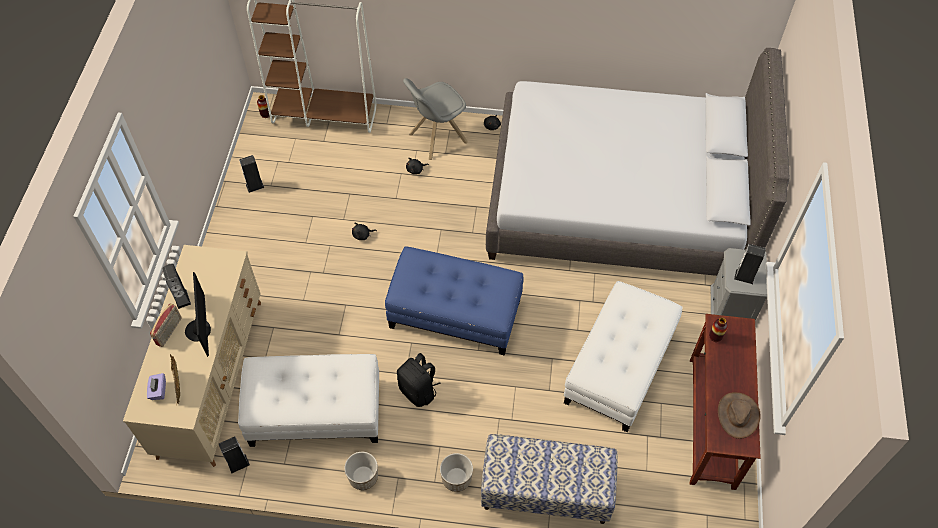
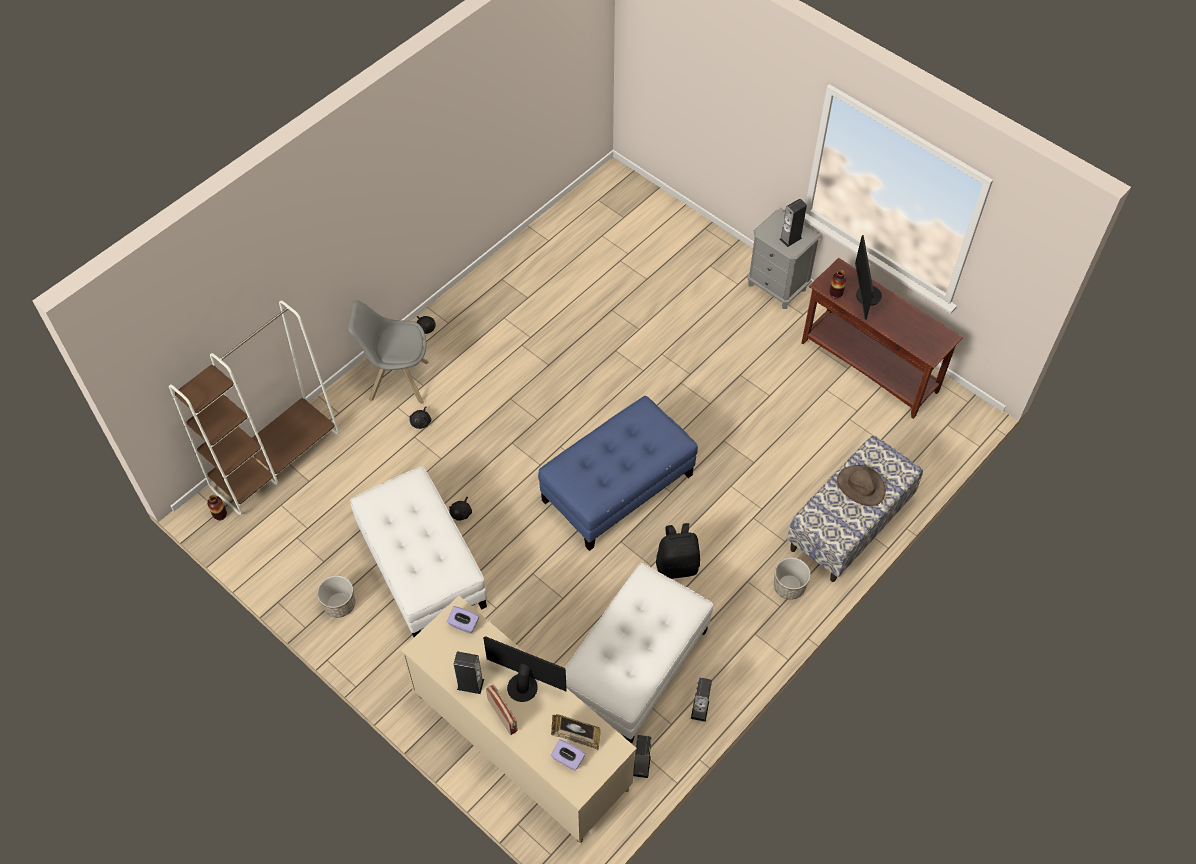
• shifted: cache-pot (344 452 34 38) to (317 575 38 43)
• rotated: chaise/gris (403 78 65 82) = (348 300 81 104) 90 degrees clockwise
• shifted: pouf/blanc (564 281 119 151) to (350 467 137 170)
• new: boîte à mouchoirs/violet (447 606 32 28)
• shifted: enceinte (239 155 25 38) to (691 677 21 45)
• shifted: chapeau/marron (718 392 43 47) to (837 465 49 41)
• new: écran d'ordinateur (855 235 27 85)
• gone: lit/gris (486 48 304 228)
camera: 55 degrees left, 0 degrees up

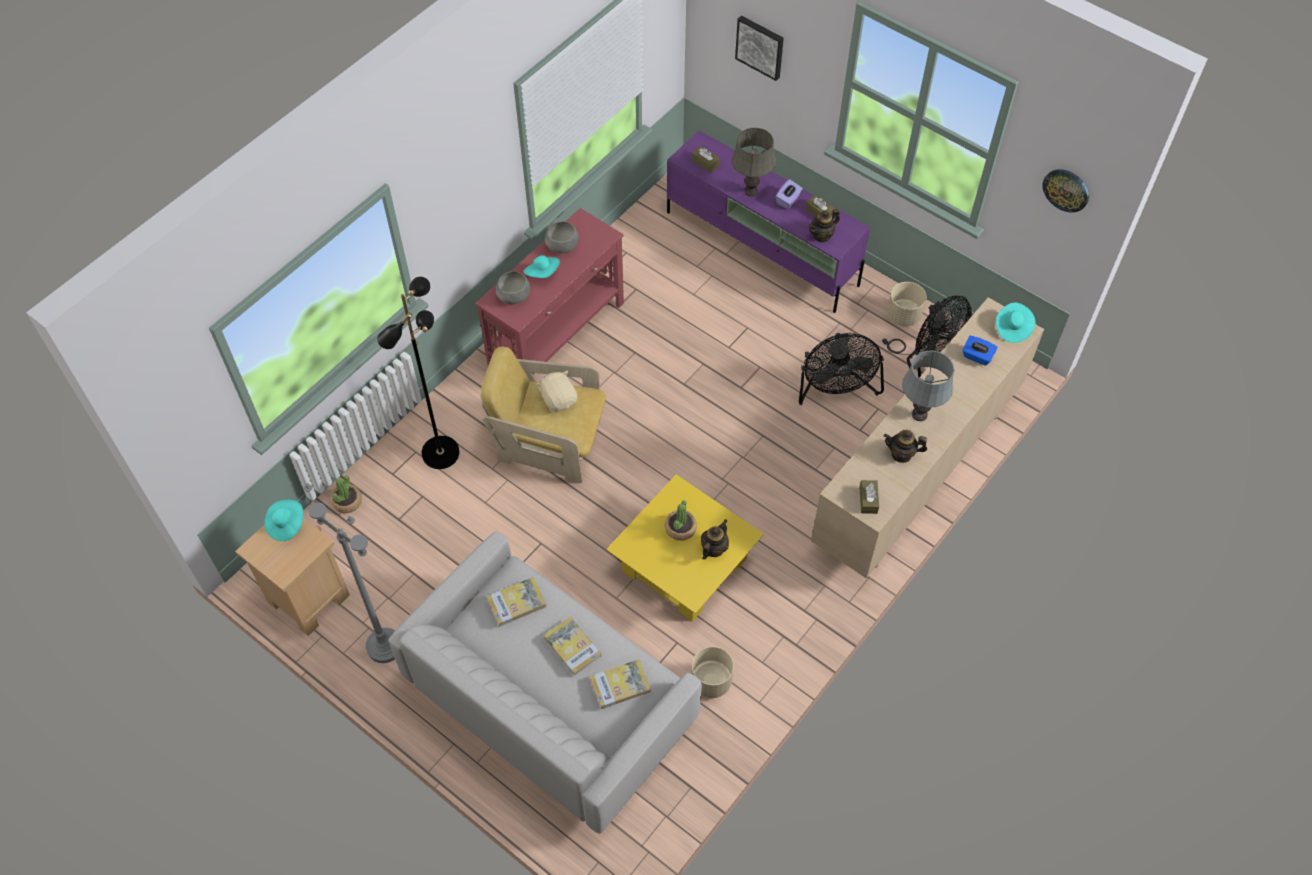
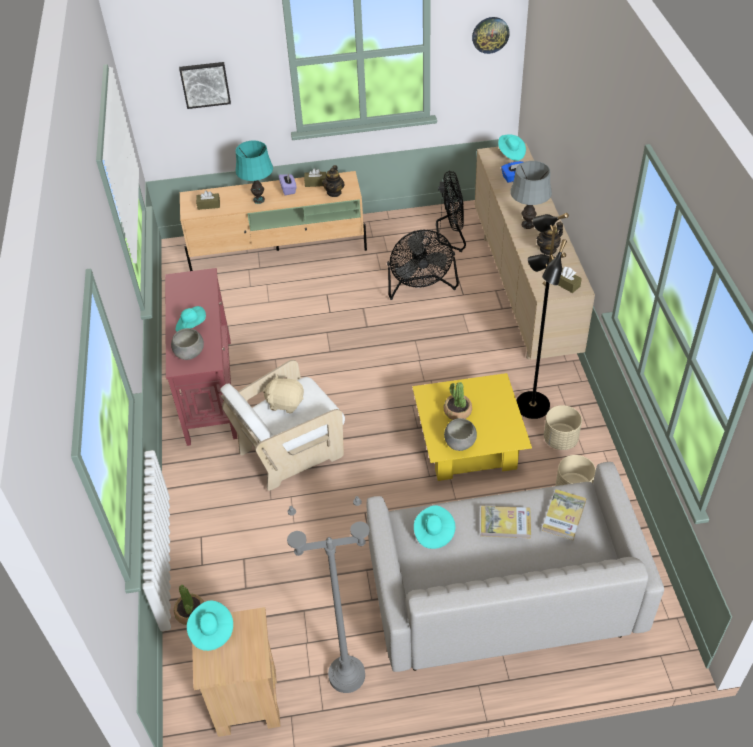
• repainted: meuble télé/violet (667 130 203 183) to meuble télé/beige (180 171 187 100)
• repainted: fauteuil/jaune (481 347 125 136) to fauteuil/blanc (220 360 125 131)
• repainted: lampe de table/gris (732 128 44 69) to lampe de table/turquoise (235 141 38 63)
• rotated: ventilateur/noir (799 333 85 72) = (387 230 72 70) 45 degrees clockwise
• swapped: livre (487 577 60 49) to chapeau/turquoise (414 505 41 44)
• shifted: bol/gris (545 221 34 32) to (444 418 33 33)
• shifted: lampadaire/noir (377 277 83 192) to (516 213 53 206)
• shifted: cache-pot/beige (887 282 39 45) to (544 405 38 45)
• gone: théière (701 519 28 41)
camera: 45 degrees left, 10 degrees down

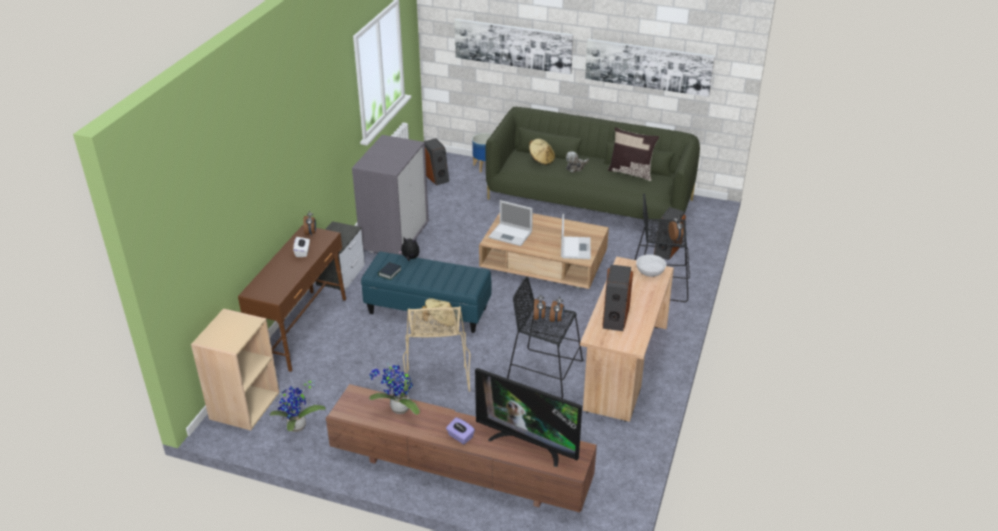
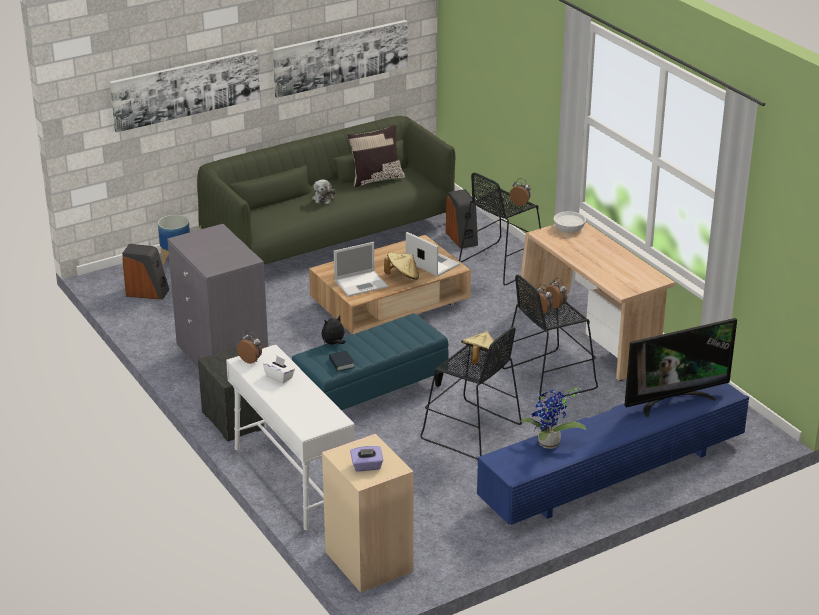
• repainted: table console/marron (238 225 108 147) to table console/blanc (226 345 129 186)
• shifted: boîte à mouchoirs/violet (446 417 29 27) to (350 446 33 26)
• shifted: chapeau/beige (529 139 26 26) to (384 252 35 28)
• repainted: tabouret/beige (403 306 68 86) to tabouret/noir (420 327 102 133)
• repainted: meuble télé/marron (326 384 271 128) to meuble télé/bleu (477 383 272 142)
• gone: plante en pot (269 380 57 52)
• gone: enceinte (602 265 31 66)
camera: 50 degrees left, 5 degrees down

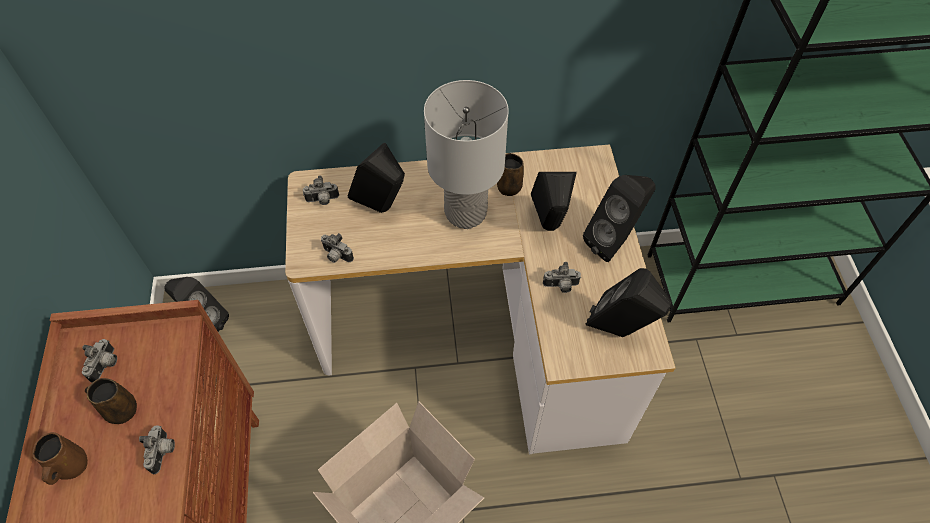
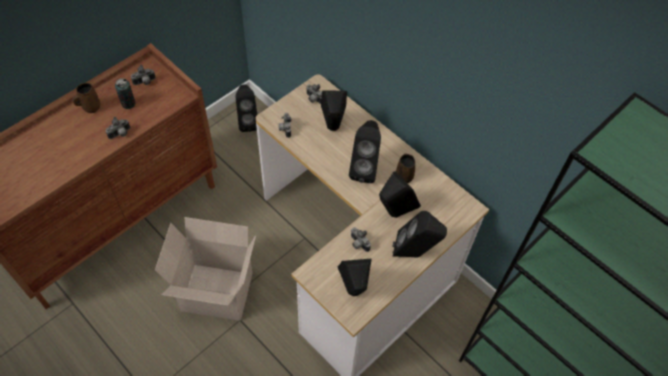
• swapped: mug/marron (85 378 52 46) to boîte métallique (115 78 21 31)
• swapped: lampe de table/gris (424 80 85 149) to enceinte/noir (349 120 32 63)
camera: 50 degrees right, 0 degrees up

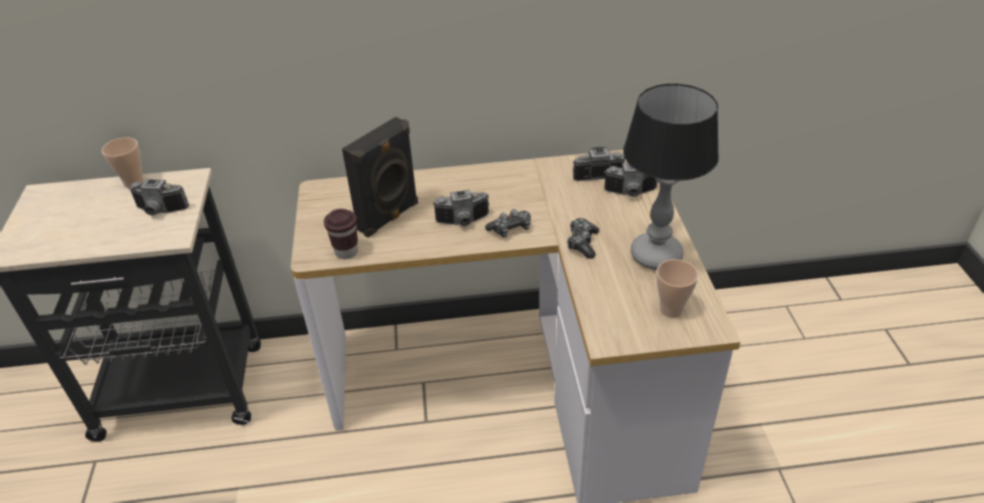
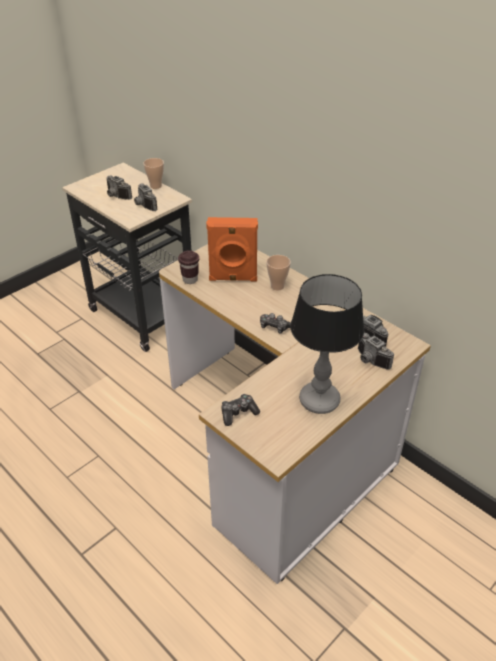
• shifted: appareil photo (433 190 56 36) to (107 176 25 24)
• repainted: enceinte/noir (342 117 76 121) to enceinte/orange (206 217 52 64)
• shifted: manette (567 218 32 41) to (222 394 38 32)
• shifted: tasse (656 259 43 59) to (266 255 25 36)
camera: 50 degrees right, 0 degrees up

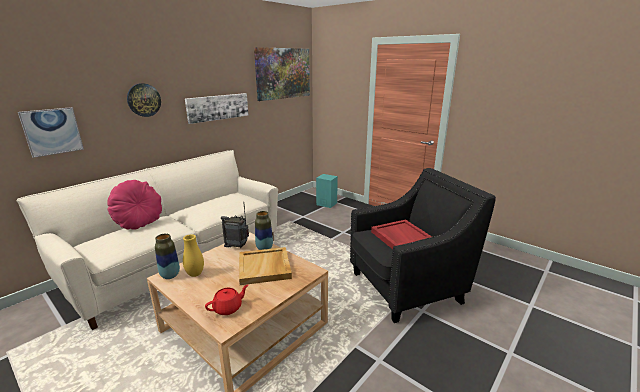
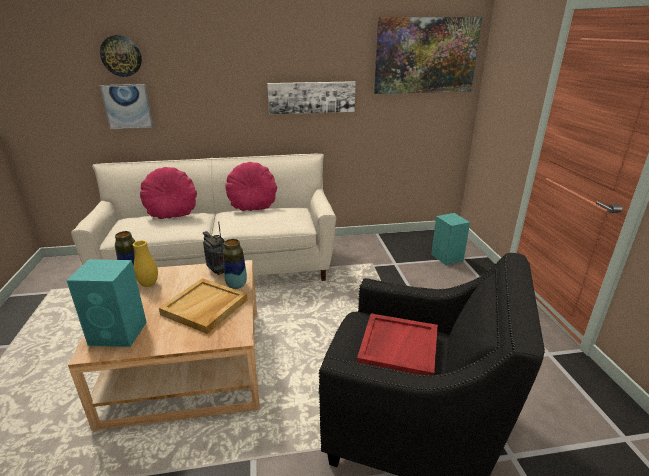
• swapped: théière/rouge (205 285 43 30) to enceinte/turquoise (66 259 81 88)
• shifted: horloge murale (127 83 34 34) to (100 35 42 42)
• new: coussin/rose (225 162 52 49)
camera: 40 degrees right, 5 degrees up

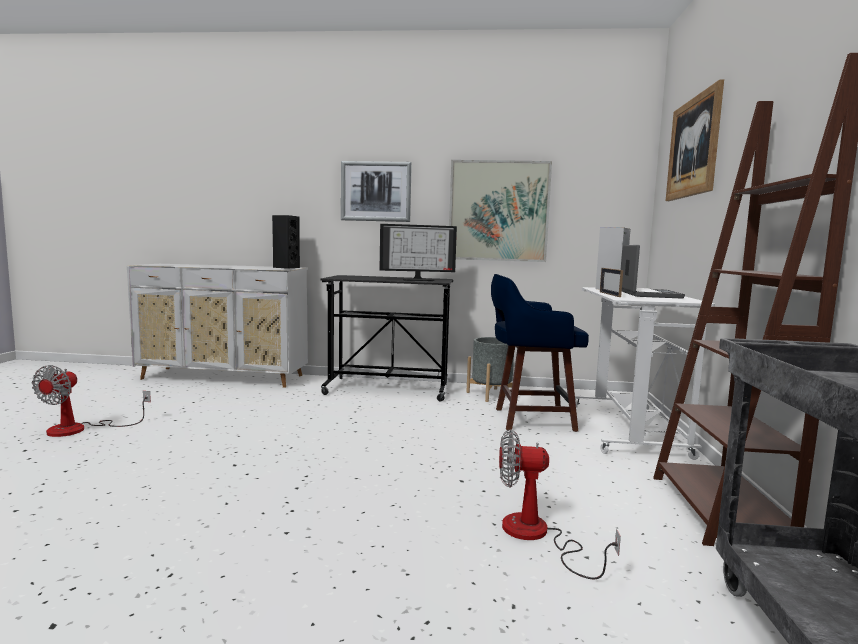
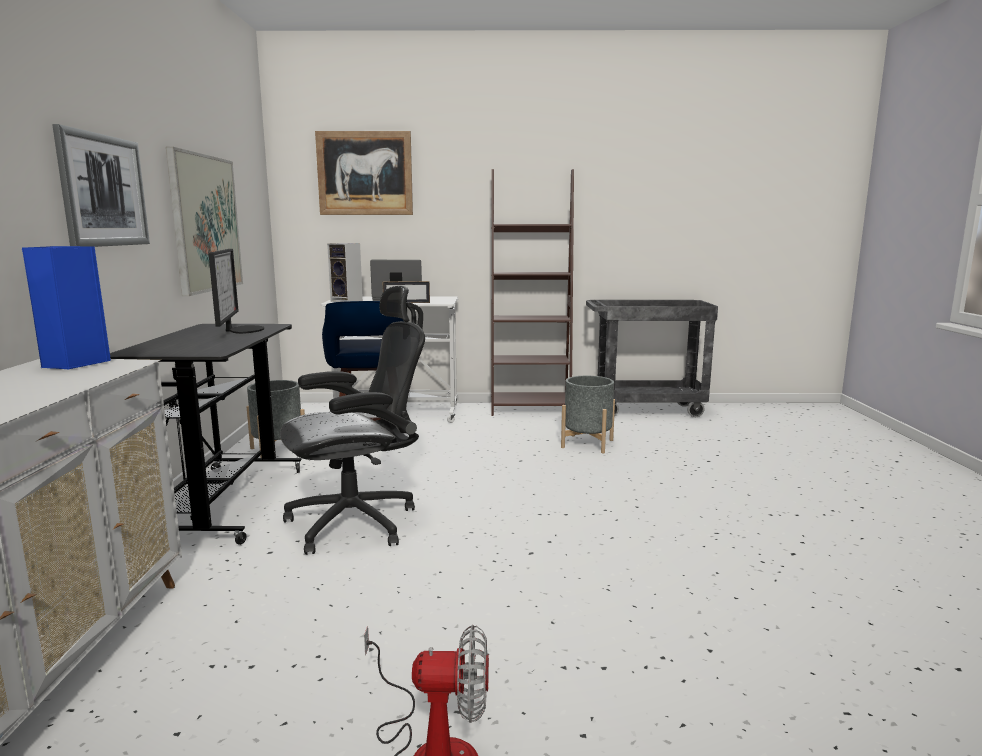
• repainted: enceinte/noir (272 215 28 54) to enceinte/bleu (22 246 89 123)
• new: chaise de bureau (280 286 145 269)
• swapped: ventilateur (499 429 122 150) to cache-pot/gris (561 376 54 77)
camera: 95 degrees left, 5 degrees up

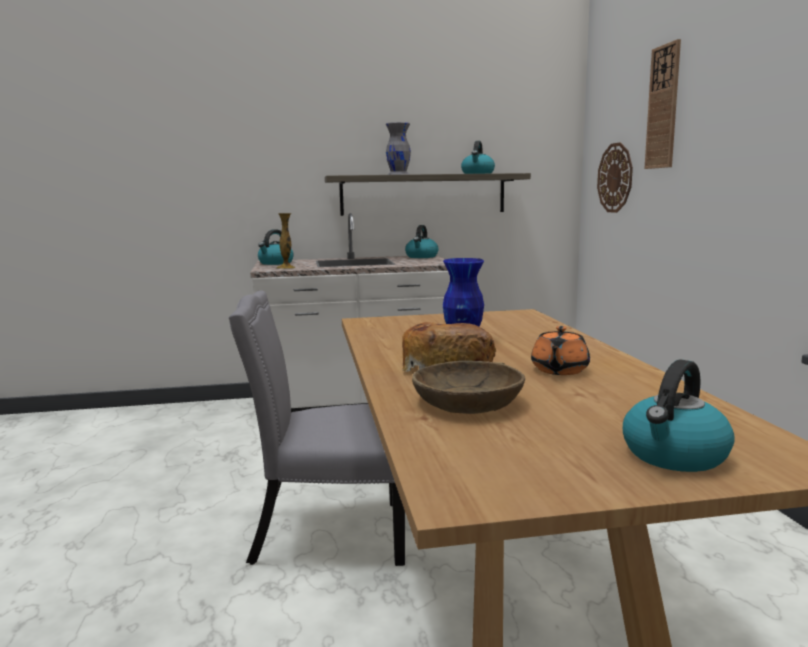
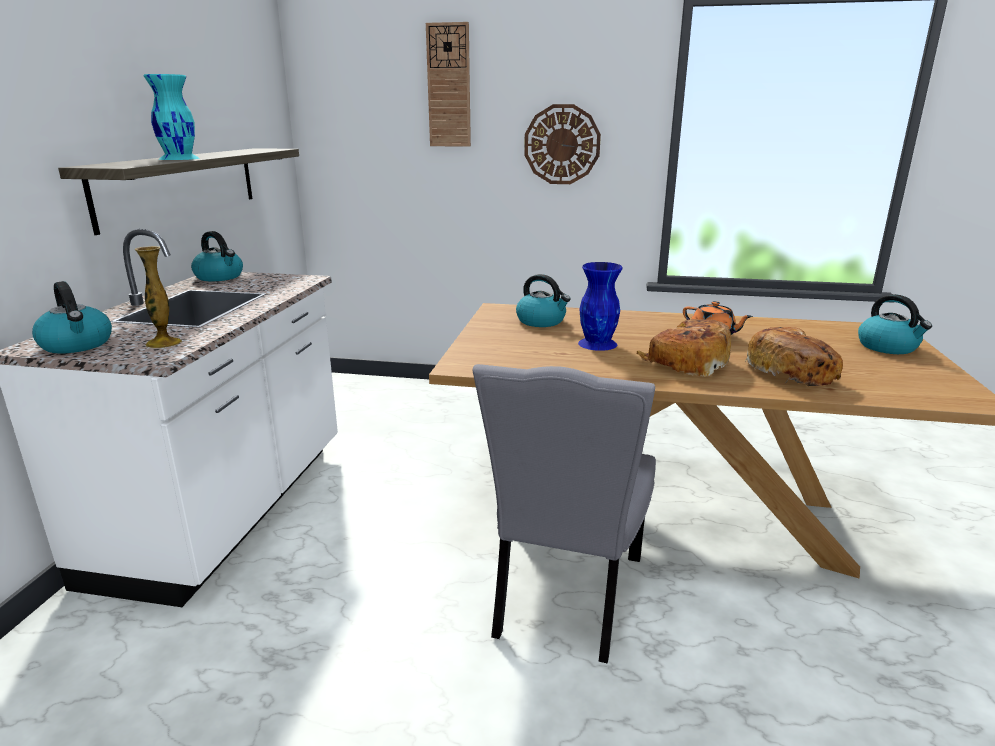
• repainted: vase/gris (386 122 25 53) to vase/turquoise (144 74 56 86)
• shifted: bouilloire (461 141 34 33) to (516 274 54 53)
• shifted: horloge murale (597 142 36 71) to (524 104 77 80)
• swapped: bol/marron (412 361 113 53) to pain (745 327 98 59)
camera: 70 degrees left, 10 degrees up

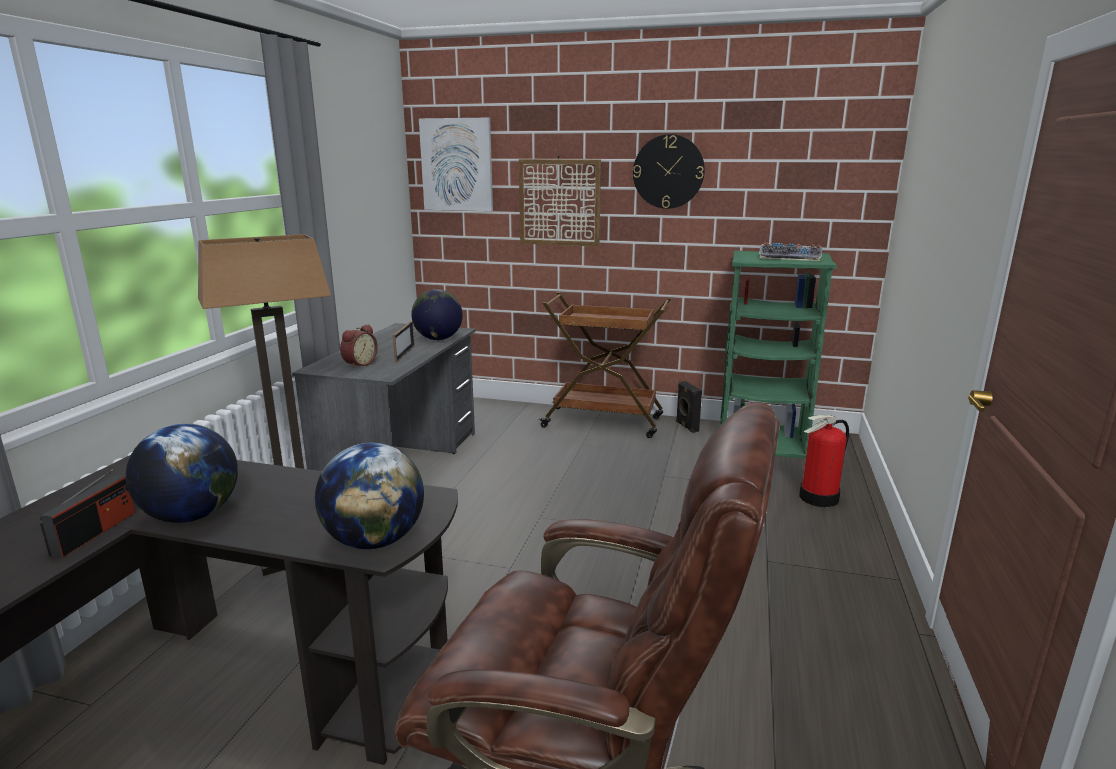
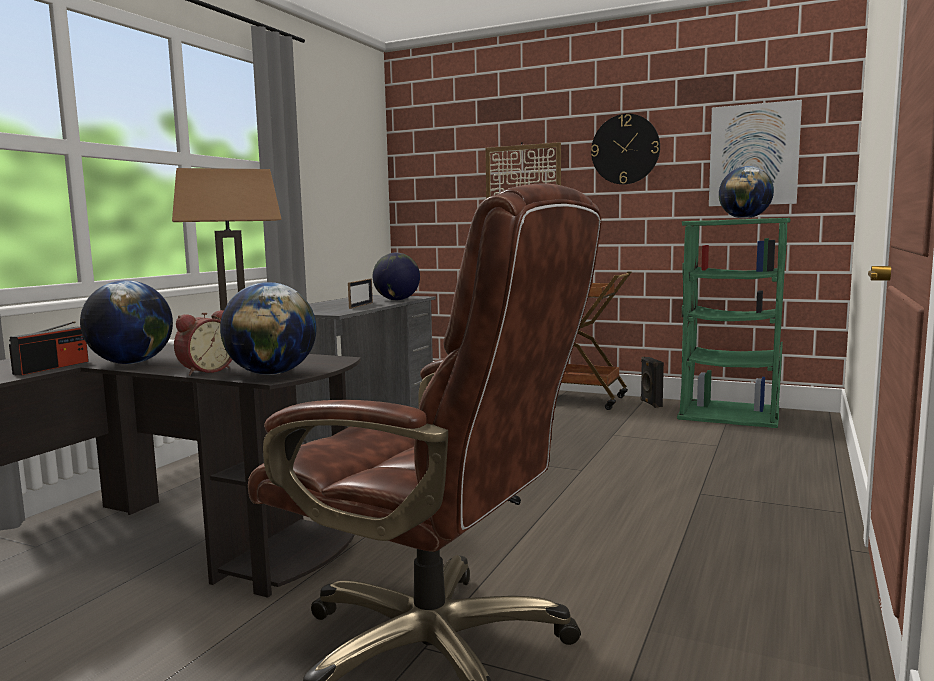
• shifted: réveil (340 324 38 45) to (174 310 59 65)
• shifted: tableau (419 118 74 93) to (709 100 93 106)
• swapped: clavier (759 242 63 19) to globe (719 166 55 53)
• gone: extincteur (799 415 50 92)
camera: 10 degrees right, 10 degrees down

